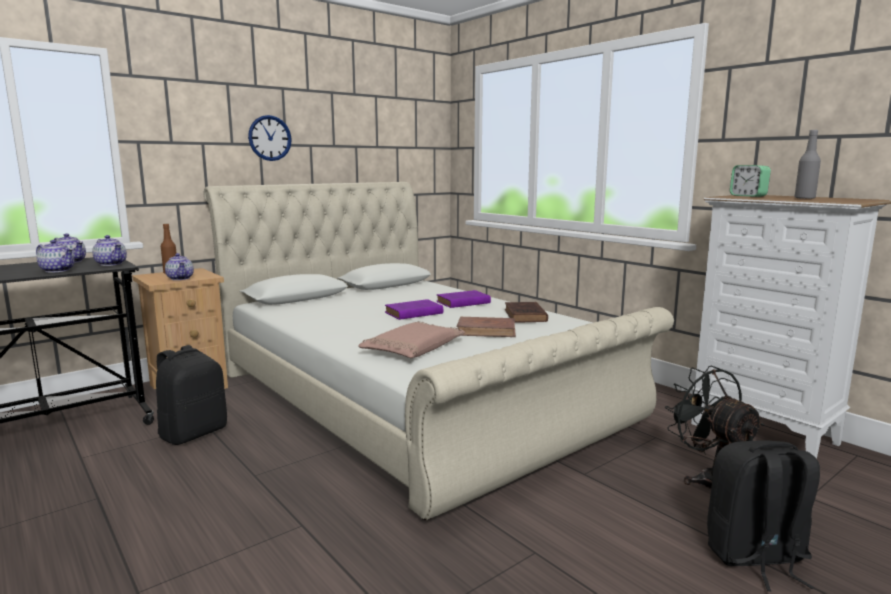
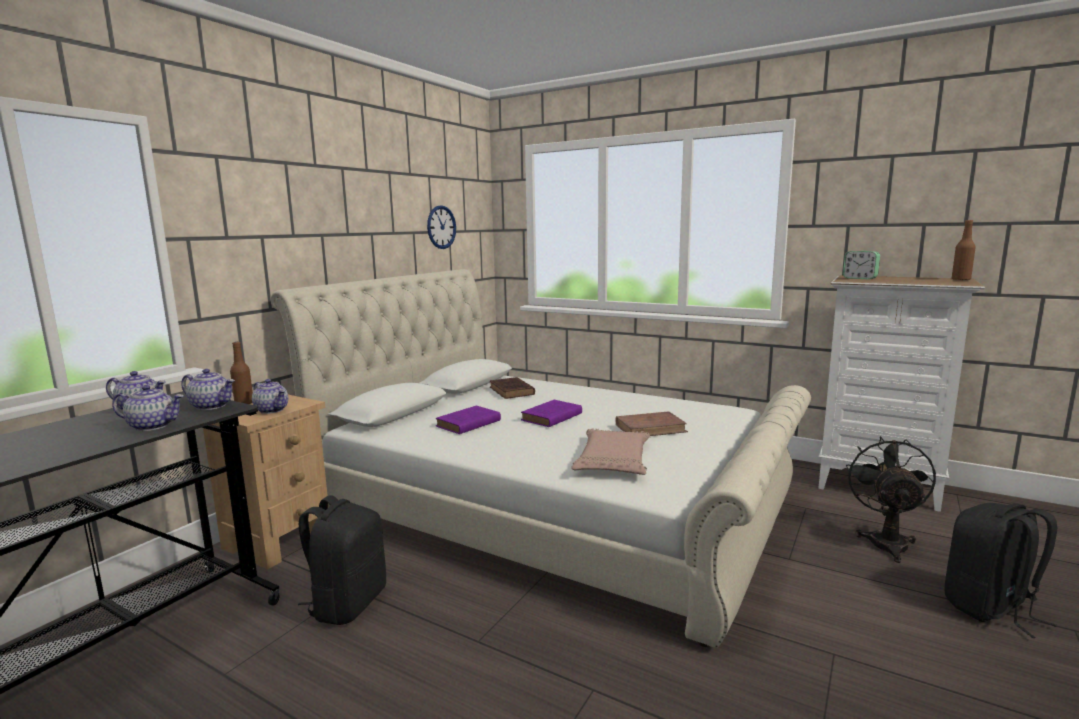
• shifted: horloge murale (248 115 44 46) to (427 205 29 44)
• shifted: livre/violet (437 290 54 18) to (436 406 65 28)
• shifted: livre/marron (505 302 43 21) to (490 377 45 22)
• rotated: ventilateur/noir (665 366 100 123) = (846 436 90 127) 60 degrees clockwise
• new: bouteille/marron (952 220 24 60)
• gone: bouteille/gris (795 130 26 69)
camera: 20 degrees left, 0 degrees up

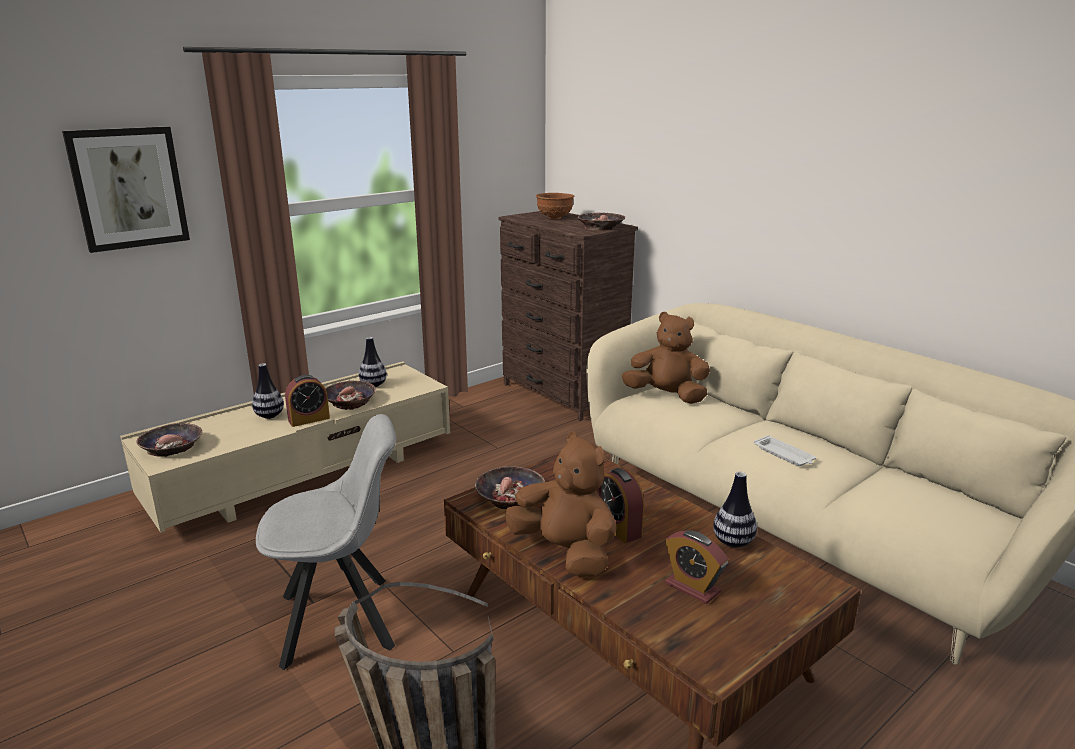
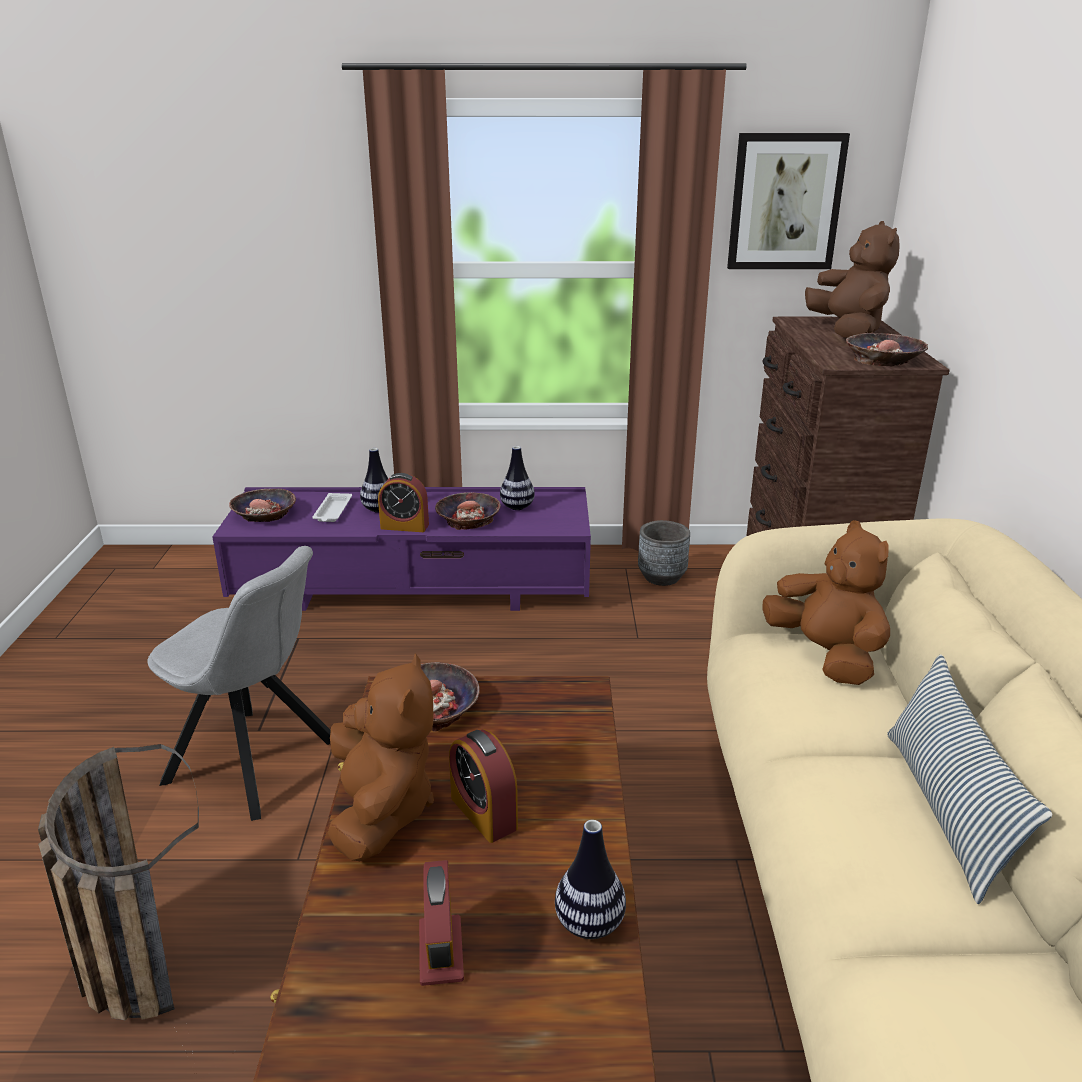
• repainted: meuble télé/beige (120 361 330 172) to meuble télé/violet (212 487 379 124)
• shifted: plateau/blanc (753 435 63 31) to (312 493 40 29)
• rotated: réveil (597 468 47 75) = (449 729 69 114) 45 degrees counterclockwise
• new: cache-pot/gris (638 520 52 66)
• shifted: tableau (62 126 128 127) to (727 133 123 136)
• swapped: bol/marron (536 193 39 26) to peluche/marron (805 221 95 117)
• new: coussin (887 654 165 250)
camera: 40 degrees right, 5 degrees up

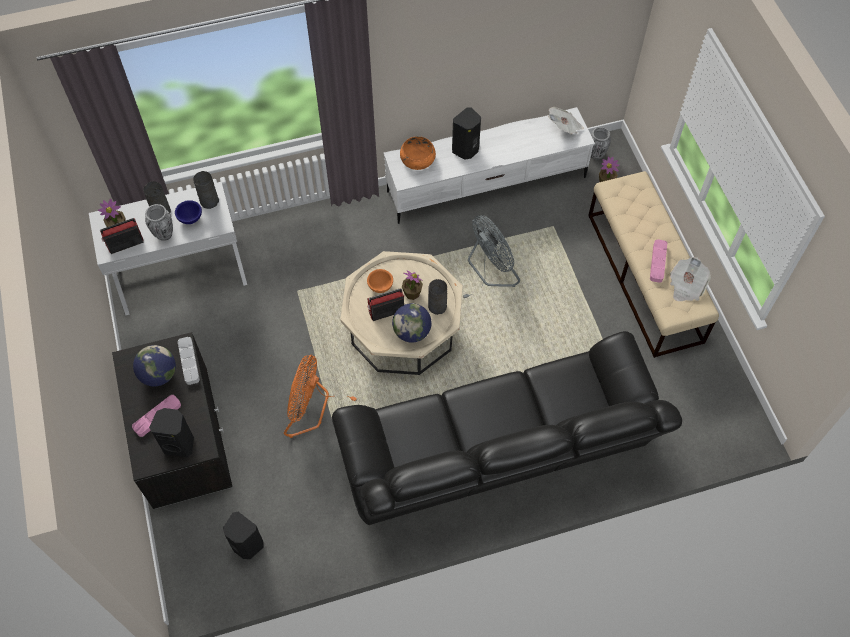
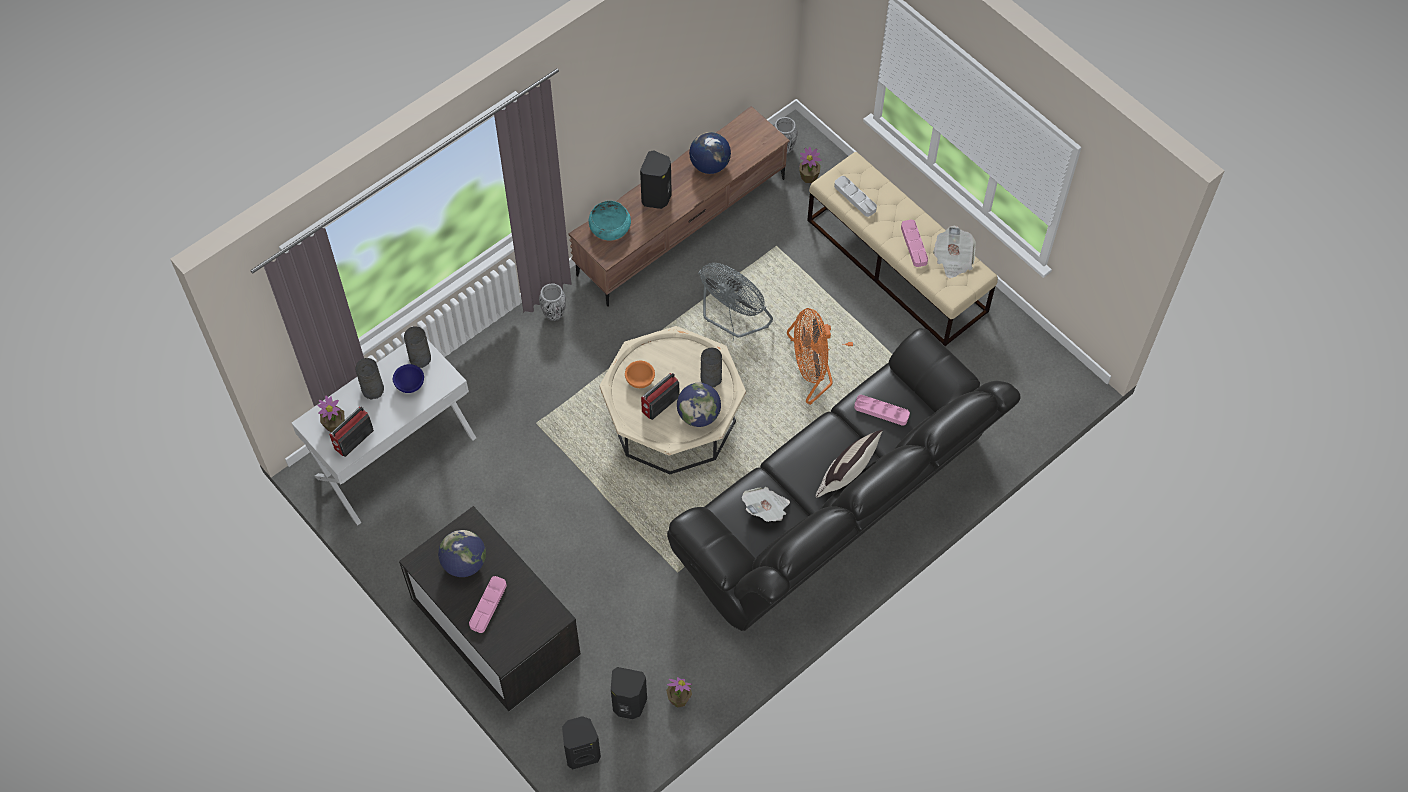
• shifted: vase (145 204 28 37) to (539 283 27 38)
• shifted: enceinte/noir (149 408 45 49) to (562 716 39 53)
• repainted: meuble télé/blanc (383 107 212 117) to meuble télé/marron (568 106 221 201)
• repainted: bol/orange (400 136 36 34) to bol/turquoise (589 201 42 40)
• shifted: plante en pot (402 270 21 30) to (666 677 26 31)
• new: globe (689 132 42 42)
• shifted: journal (548 107 36 27) to (742 487 48 35)
• shifted: ventilateur/orange (284 355 73 83) to (787 308 66 97)
• new: coussin (816 430 67 68)
• shifted: plateau/gris (178 337 22 48) to (834 176 43 41)
• new: plateau/rose (854 395 56 31)
camera: 25 degrees left, 0 degrees up

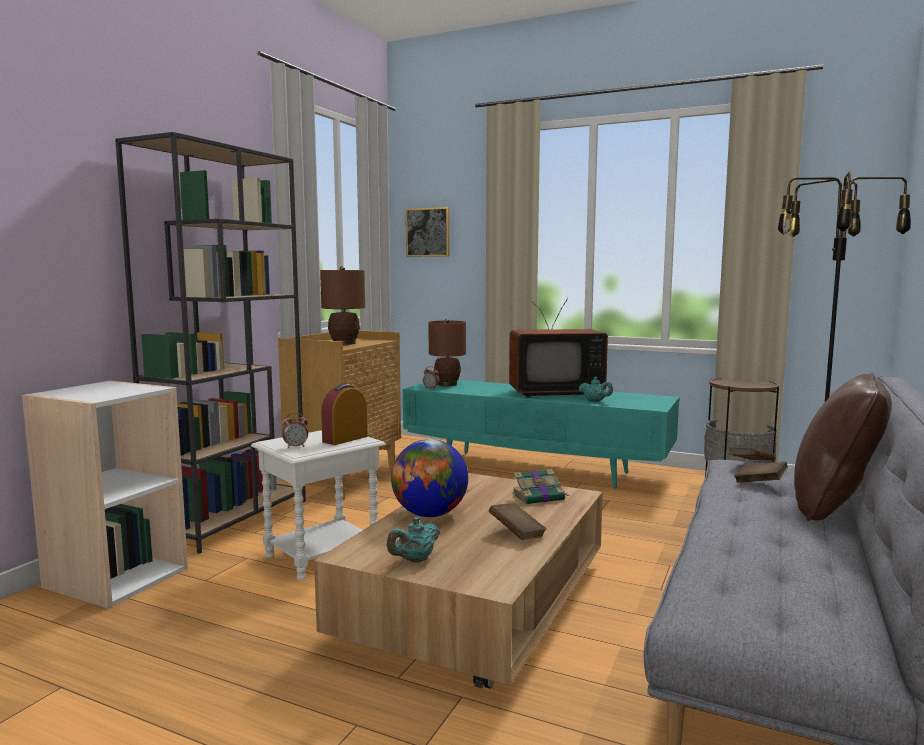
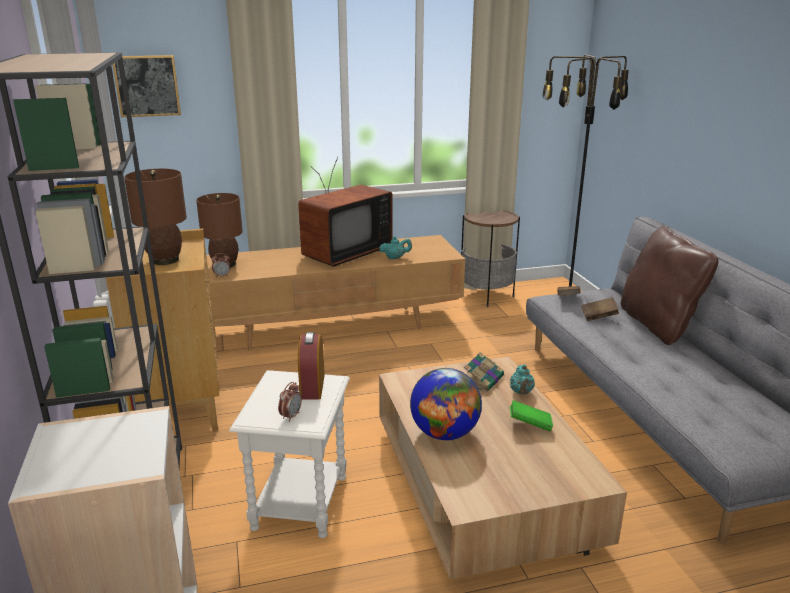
• repainted: meuble télé/turquoise (403 380 277 108) to meuble télé/beige (206 235 259 115)
• shifted: théière/turquoise (387 517 53 46) to (510 364 25 31)
• repainted: livre/marron (489 503 57 37) to livre/vert (510 400 43 32)
camera: 40 degrees left, 15 degrees up

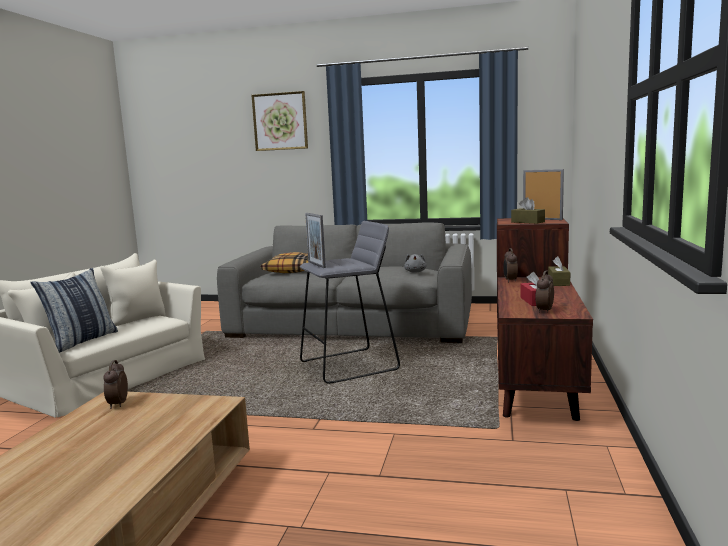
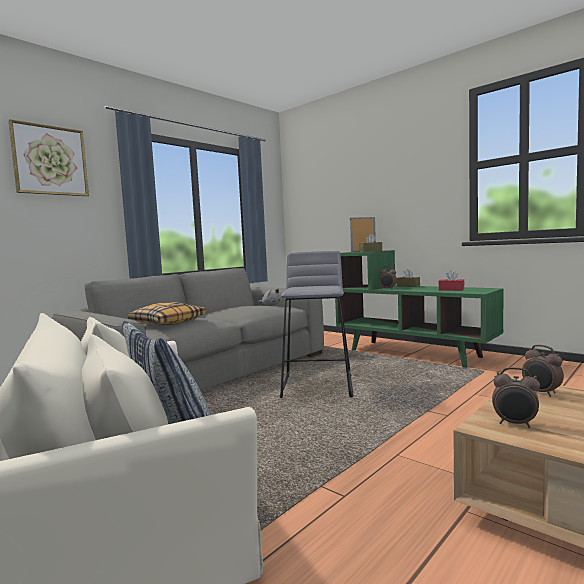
• repainted: meuble télé/marron (497 218 96 203) to meuble télé/vert (335 250 169 118)
• shifted: réveil (535 271 19 42) to (522 345 42 52)
• gone: cadre photo (305 213 21 55)
camera: 60 degrees left, 5 degrees down

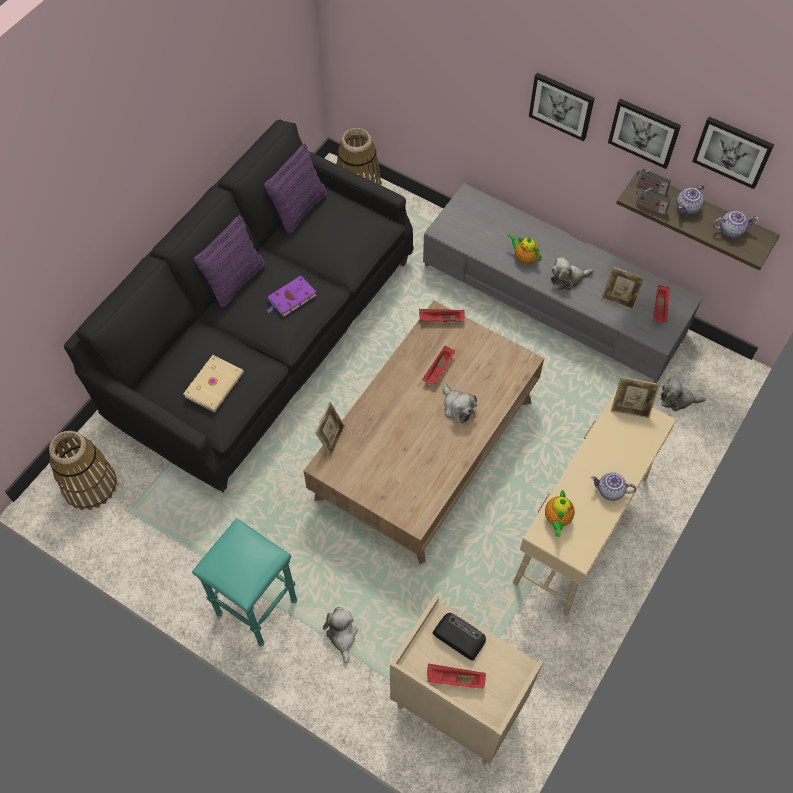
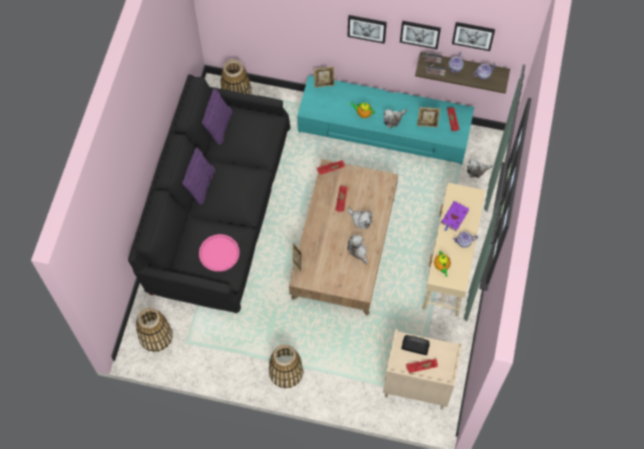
• swapped: livre/beige (183 355 61 58) to plateau/rose (199 234 41 38)
• swapped: tabouret/turquoise (192 519 105 127) to panier (269 344 34 45)
• repainted: meuble télé/gris (423 183 280 200) to meuble télé/turquoise (297 75 177 90)
• shifted: cadre photo (611 377 49 41) to (314 66 21 22)
• shifted: peluche (323 607 35 57) to (347 235 21 30)
• shifted: livre/violet (267 276 50 41) to (441 201 28 30)
camera: 20 degrees left, 5 degrees up

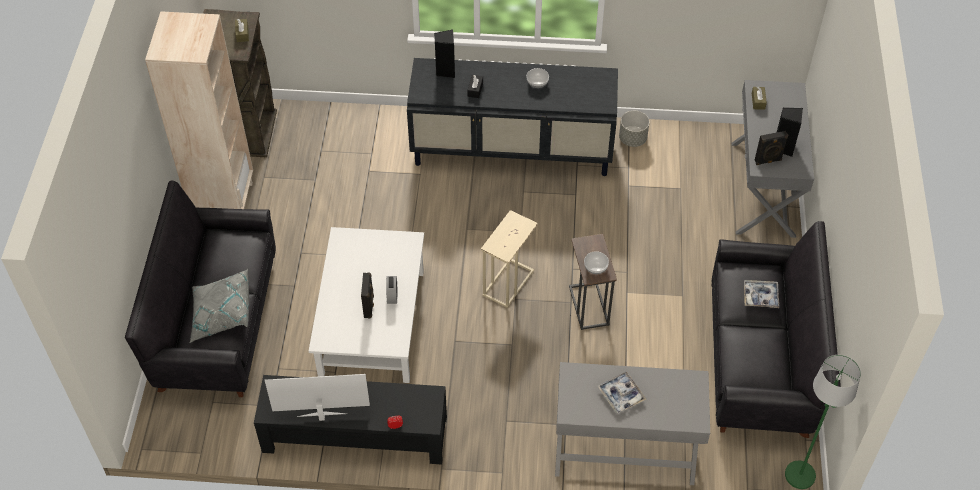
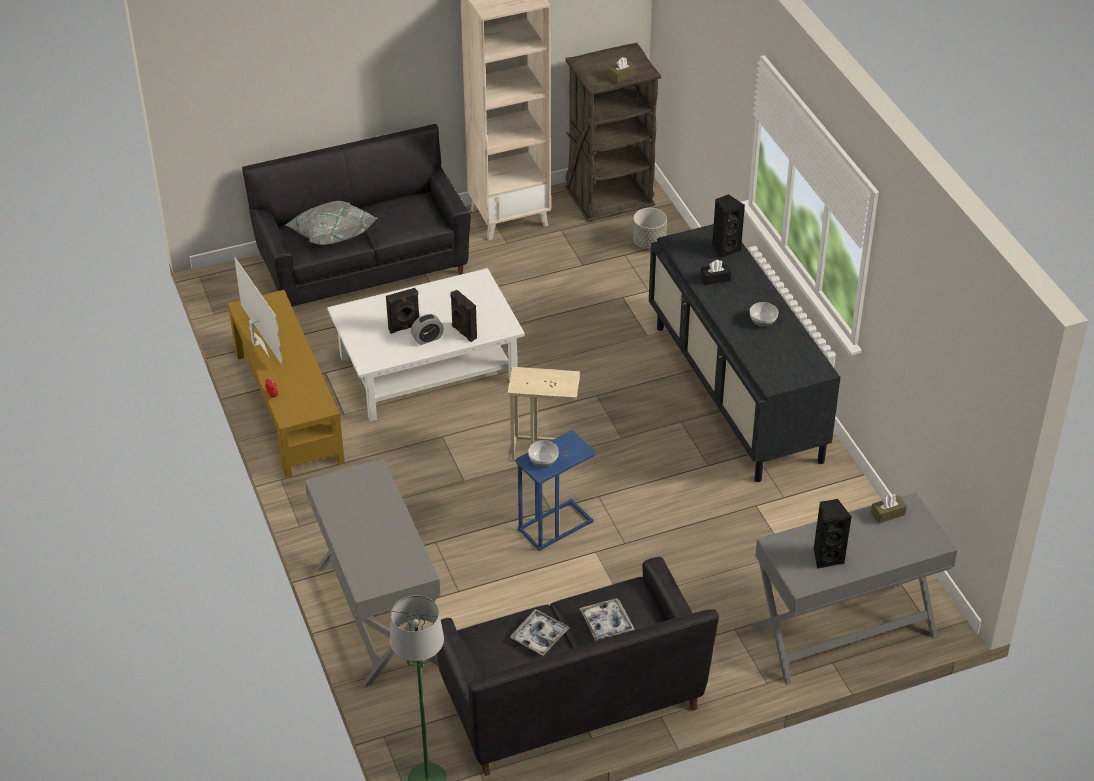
• repainted: meuble télé/noir (254 375 193 89) to meuble télé/jaune (228 290 117 188)
• shifted: enceinte/noir (755 131 33 34) to (450 290 27 52)
• shifted: plateau (598 372 48 41) to (510 609 59 47)
• repainted: table d'appoint/marron (569 234 48 96) to table d'appoint/bleu (515 430 81 121)
• shifted: cache-pot/gris (619 111 30 36) to (633 208 34 41)
camera: 65 degrees right, 10 degrees down

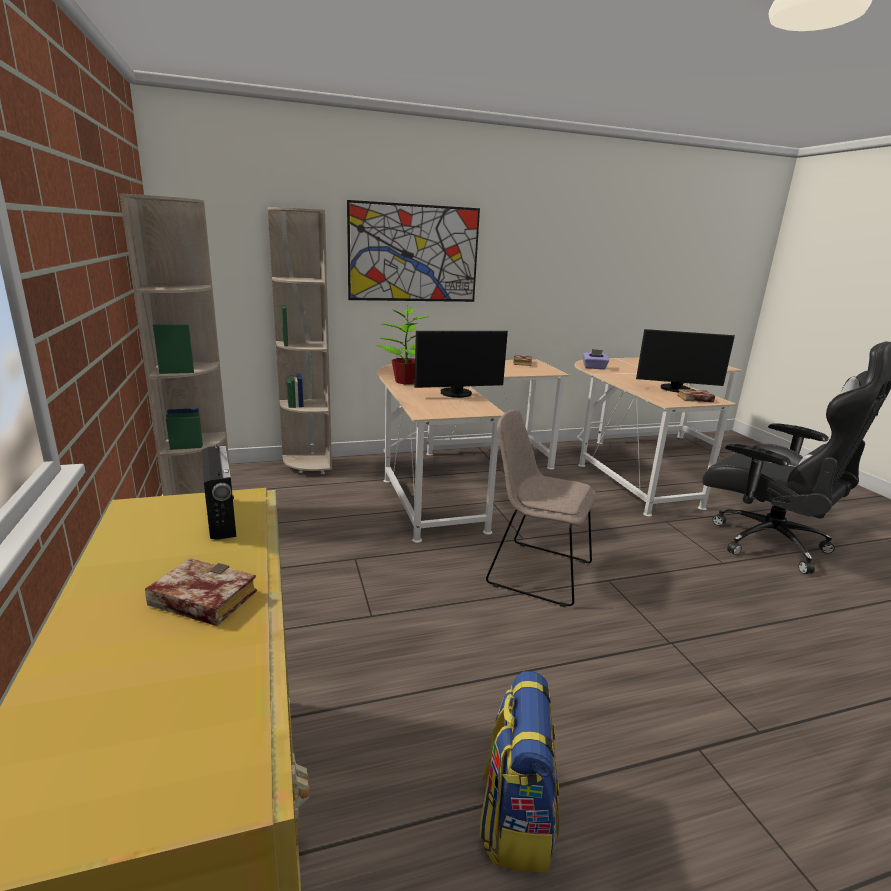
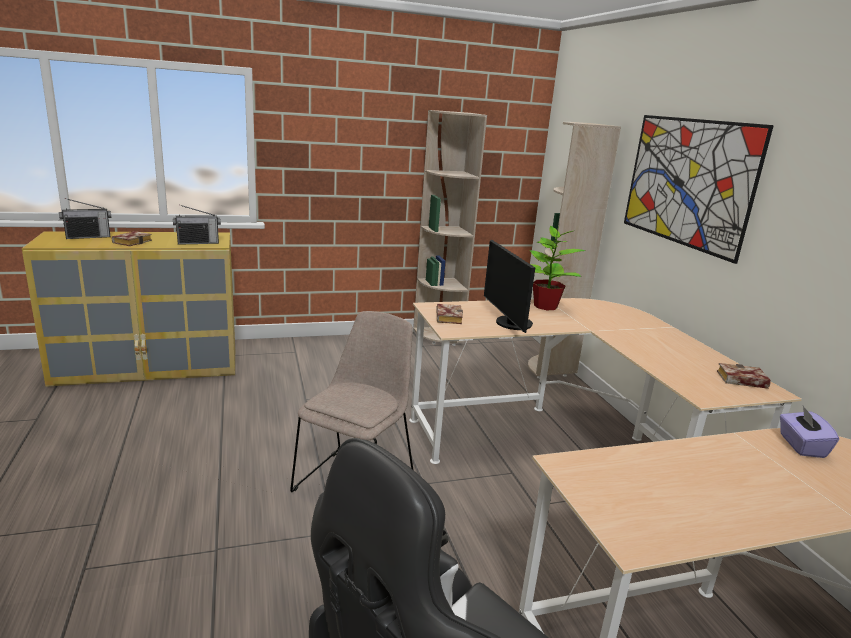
• new: radio (59 198 52 41)
• shifted: livre (677 389 38 13) to (437 304 26 20)
• gone: sac à dos (479 671 81 202)
• gone: écran d'ordinateur (636 329 99 63)
camera: 90 degrees right, 0 degrees up

